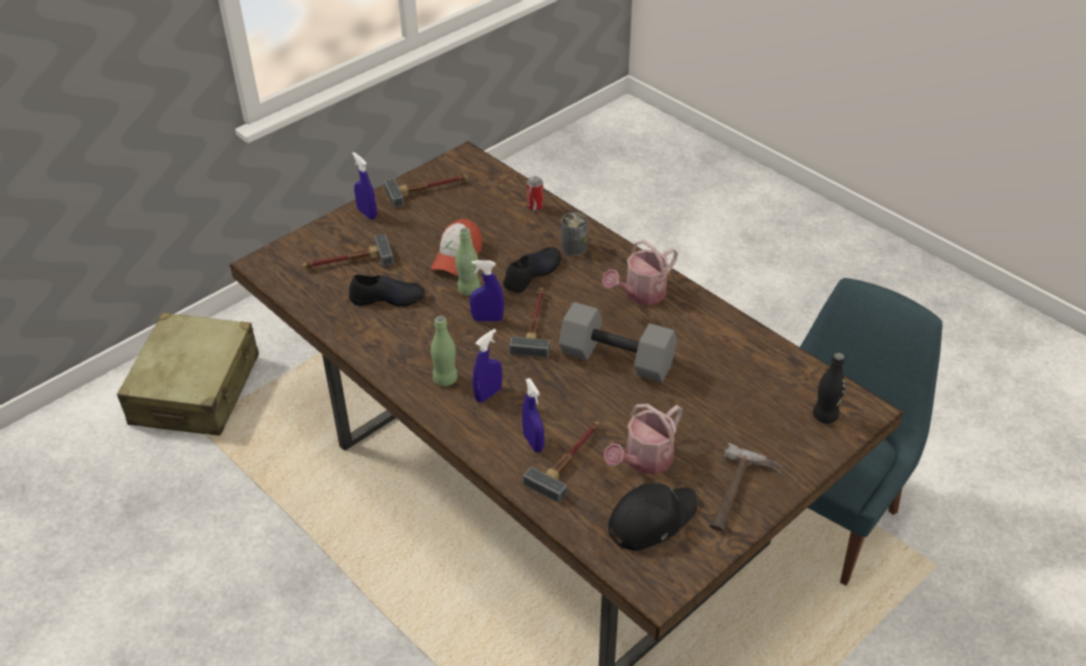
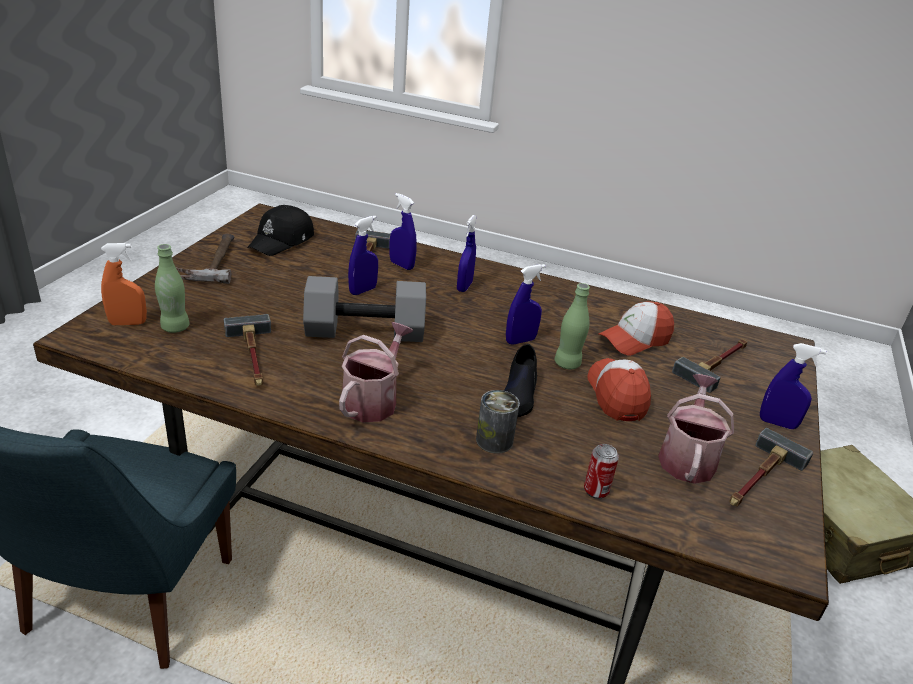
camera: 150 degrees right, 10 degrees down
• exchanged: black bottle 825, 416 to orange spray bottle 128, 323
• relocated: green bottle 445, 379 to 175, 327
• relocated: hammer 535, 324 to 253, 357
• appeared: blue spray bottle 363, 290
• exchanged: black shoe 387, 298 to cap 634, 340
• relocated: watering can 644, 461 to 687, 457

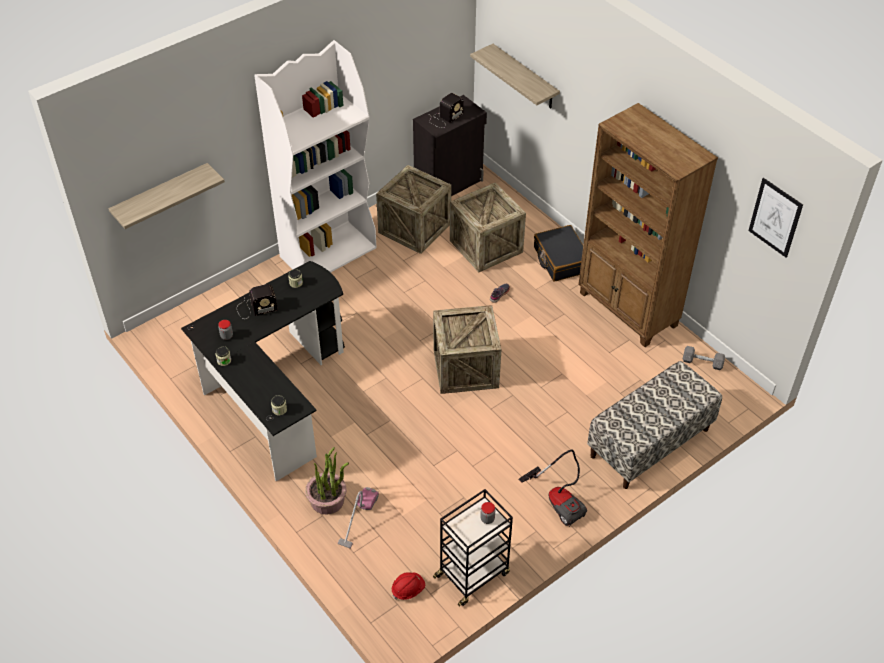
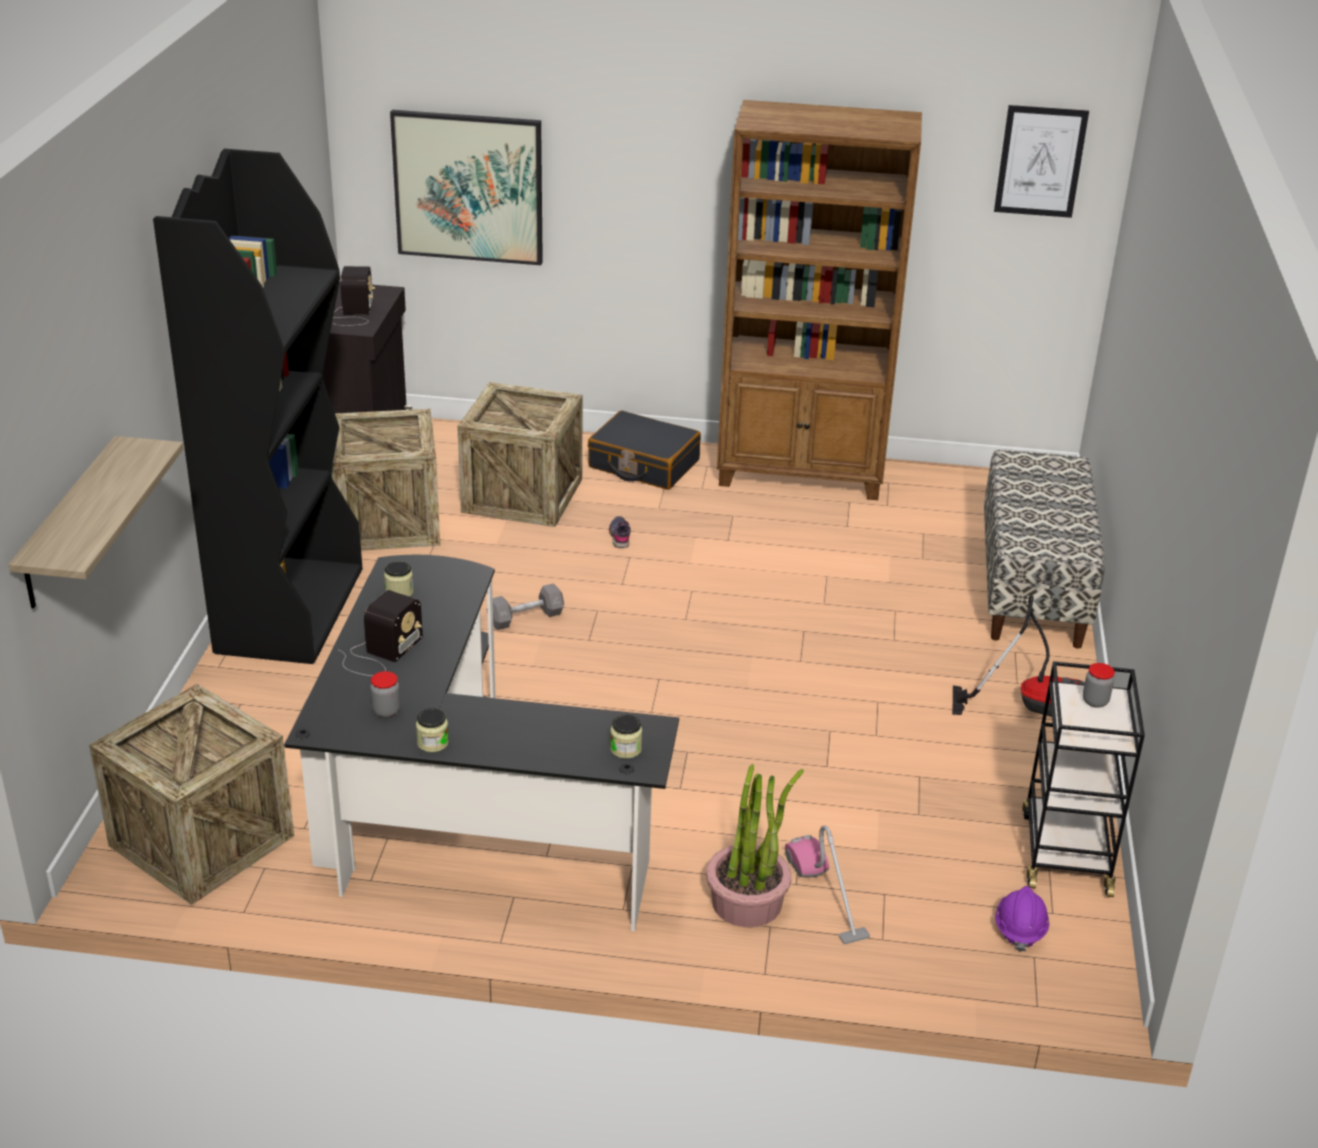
camera: 45 degrees left, 15 degrees down
• relocated: crate 465, 368 to 201, 841
• colour: white bookcase 328, 252 to black bookcase 290, 609
• exchanged: shelf 525, 77 to picture 468, 187
• relocated: grey dumbbell 702, 362 to 525, 618
• colour: red hard hat 408, 589 to purple hard hat 1019, 929

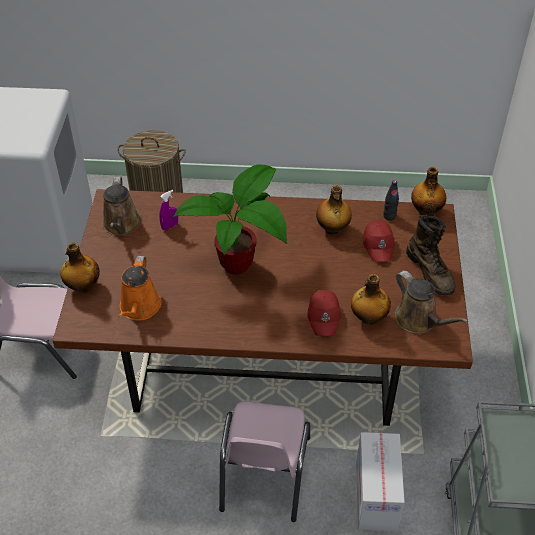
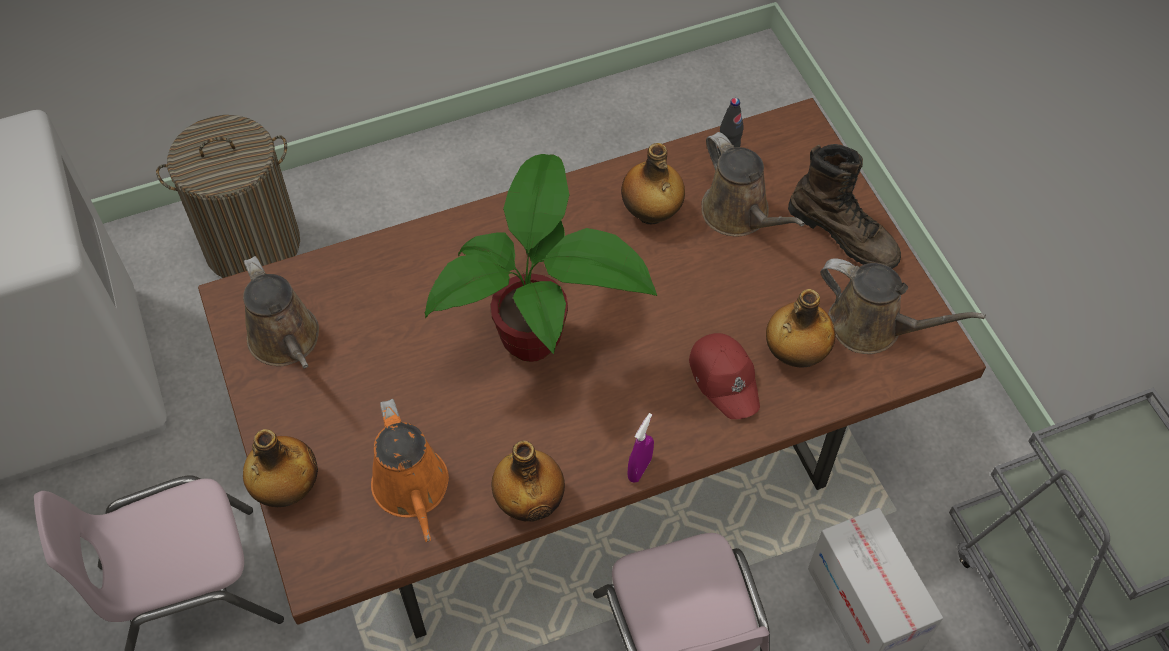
camera: 25 degrees left, 10 degrees up
• relocated: bottle 426, 211 to 530, 502
• relocated: purple spray bottle 170, 226 to 639, 469
• exchanged: red cap 379, 244 to brown watering can 739, 214

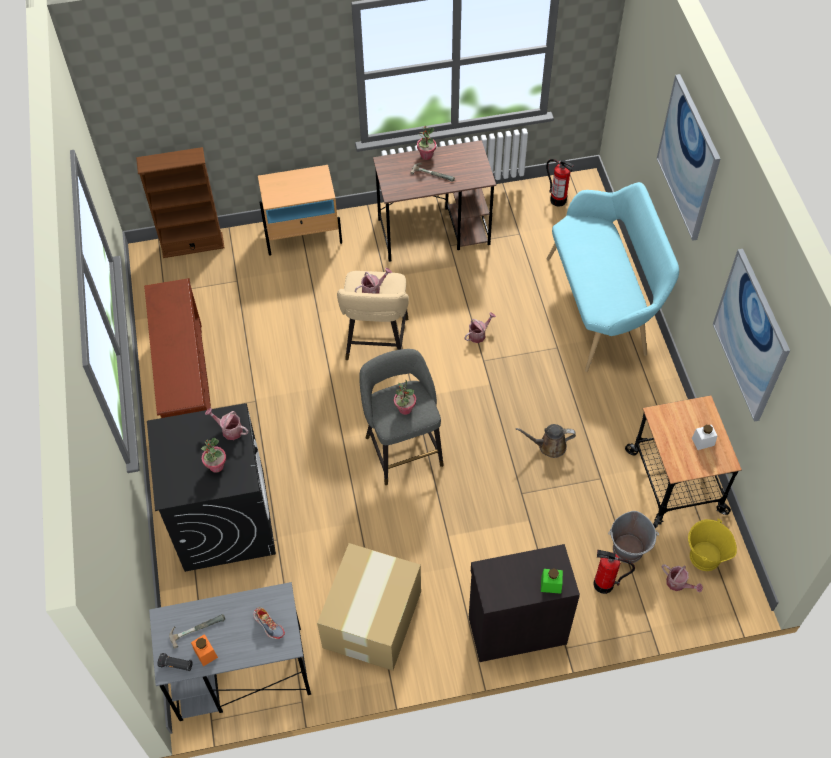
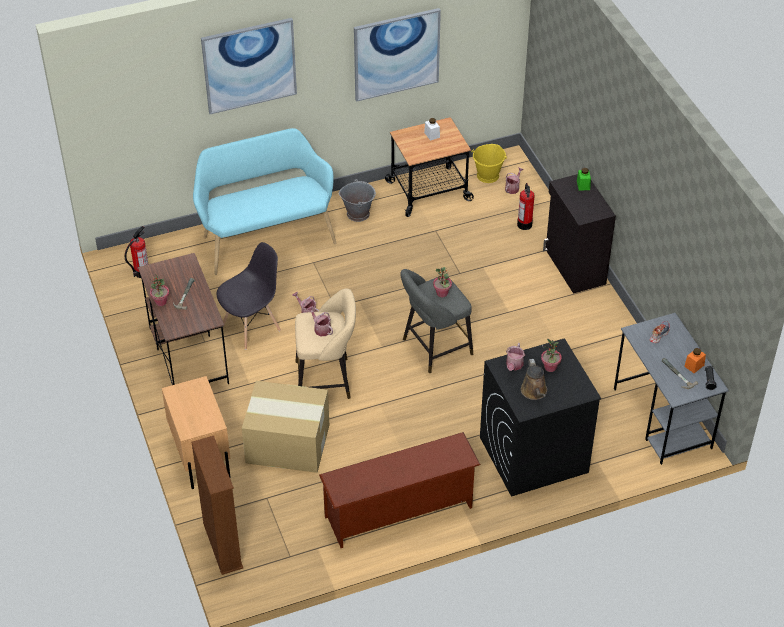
camera: 100 degrees left, 10 degrees down
• appeared: grey chair 251, 327
• relocated: cardboard box 373, 618 to 286, 443
• relocated: grey bucket 628, 549 to 358, 213
• relocated: brown watering can 549, 446 to 534, 392

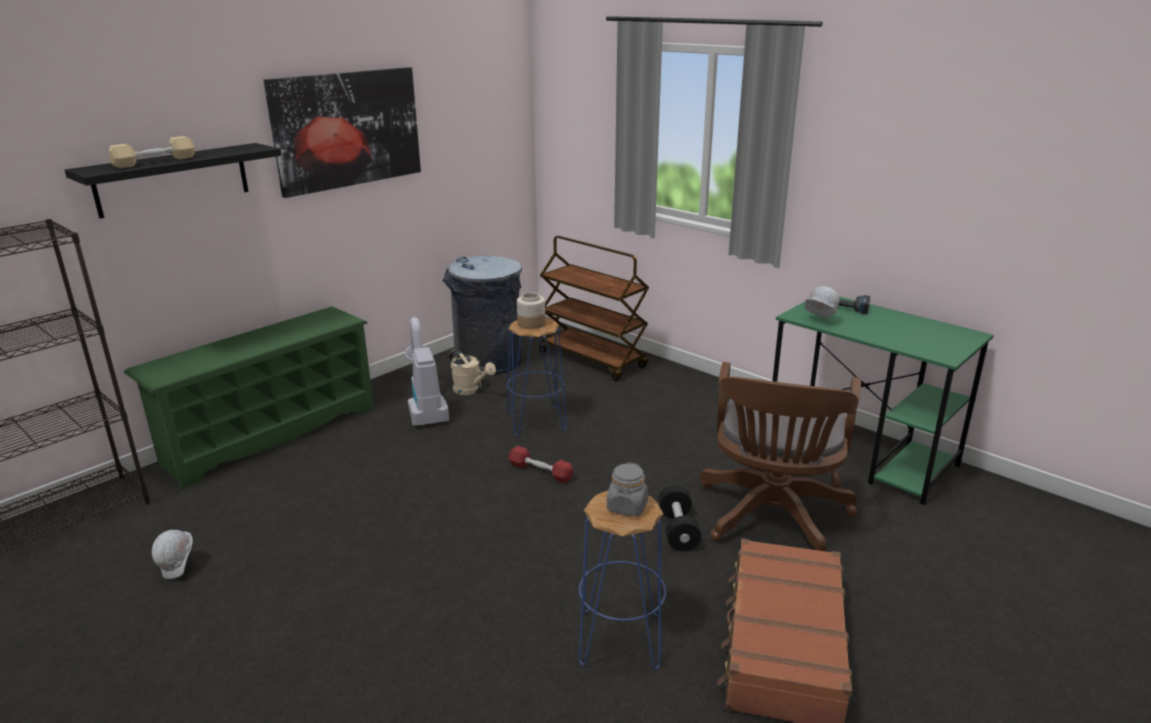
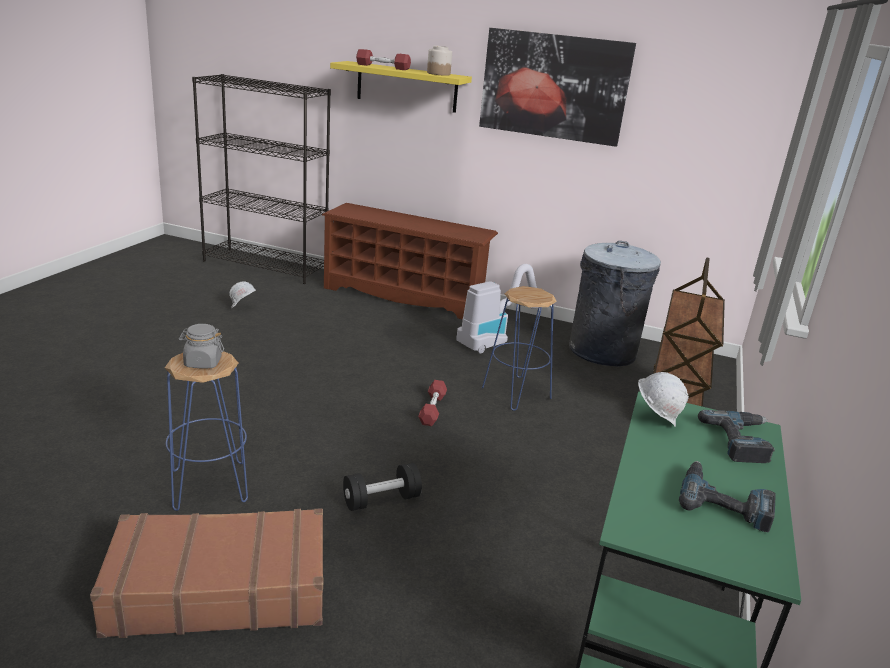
camera: 65 degrees right, 0 degrees up
• colour: green shoe rack 270, 434 to brown shoe rack 405, 296
• colour: black shelf 172, 179 to yellow shelf 406, 87
• colour: beige dumbbell 155, 162 to red dumbbell 382, 67
• relocated: jar 531, 324 to 438, 74
• appeared: power drill 724, 502
• missing: beige watering can 471, 390
• missing: brown office chair 772, 519

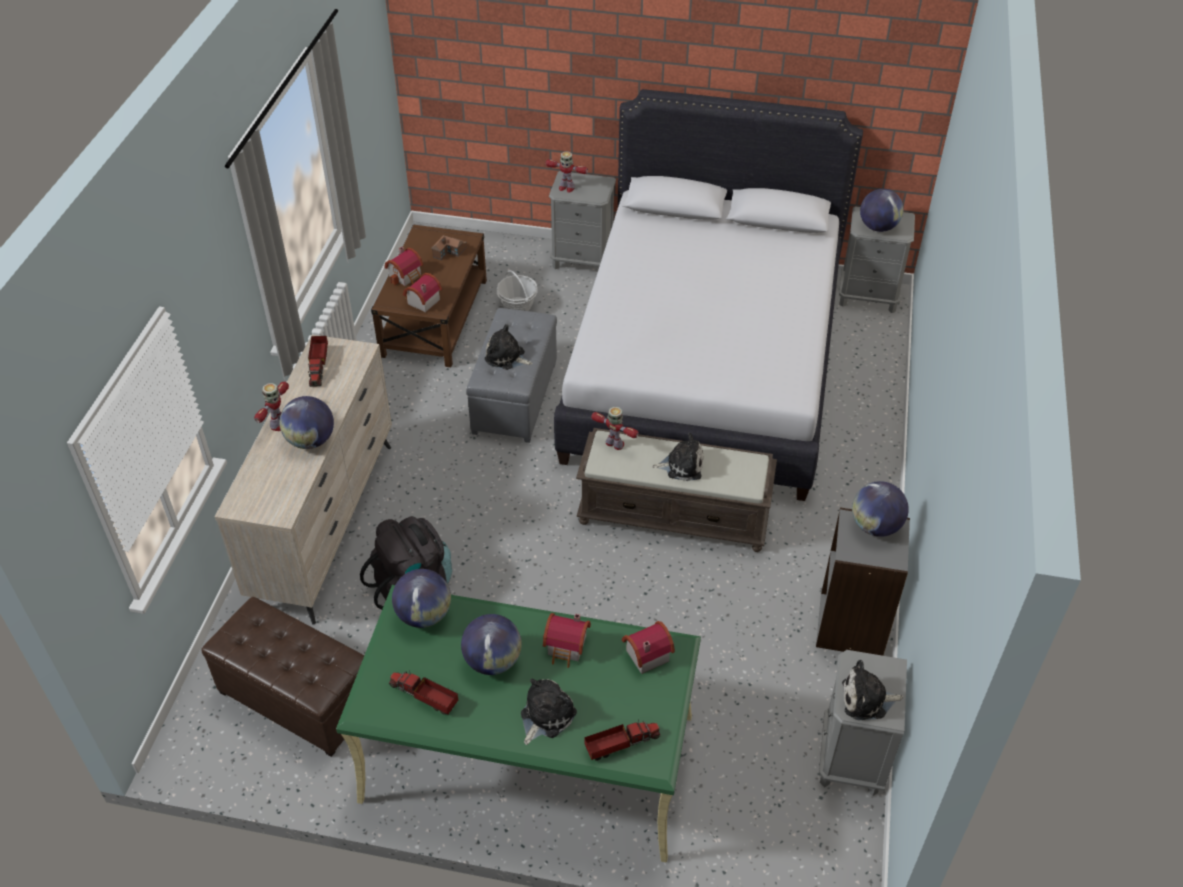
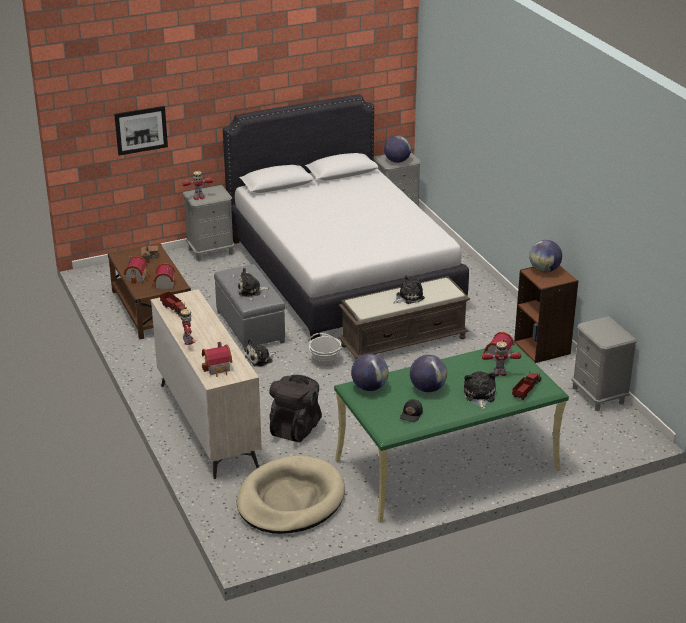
camera: 35 degrees left, 15 degrees down
• appeared: picture 141, 130
• relocated: toy house 567, 648 to 218, 368
• exchanged: brown ottoman 297, 698 to beige dog bed 290, 500
• relocated: plush toy 867, 700 to 260, 359
• relocated: basket 518, 306 to 325, 360
• exchanged: toy truck 425, 696 to black cap 411, 415
• relocated: toy robot 615, 444 to 499, 373
• colour: grey bookcase 852, 625 to brown bookcase 542, 348
• missing: globe 311, 441

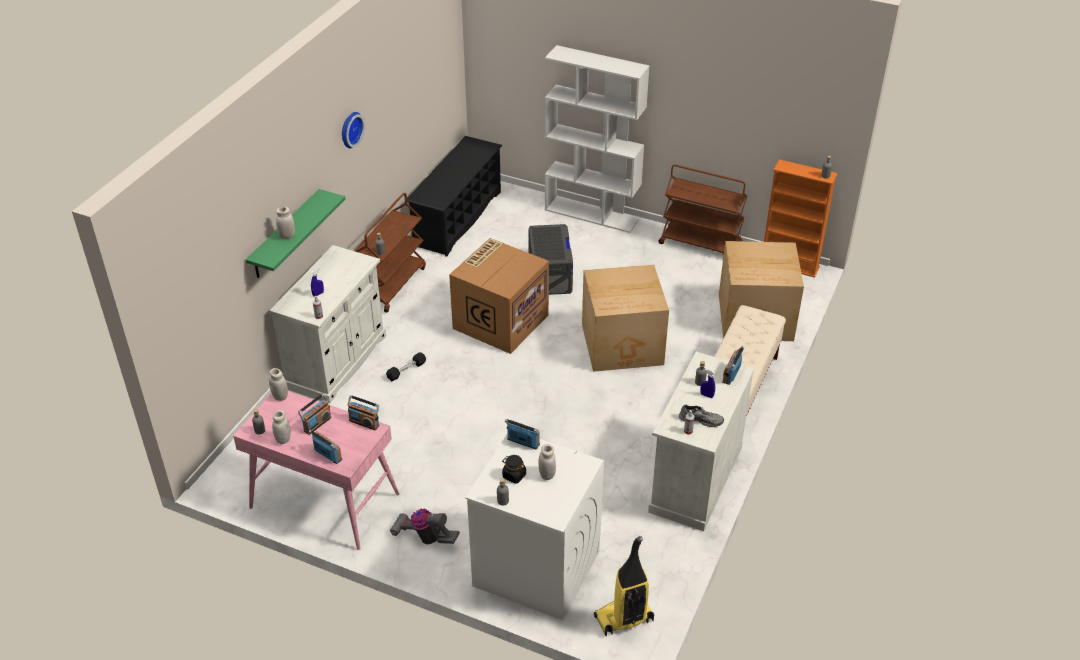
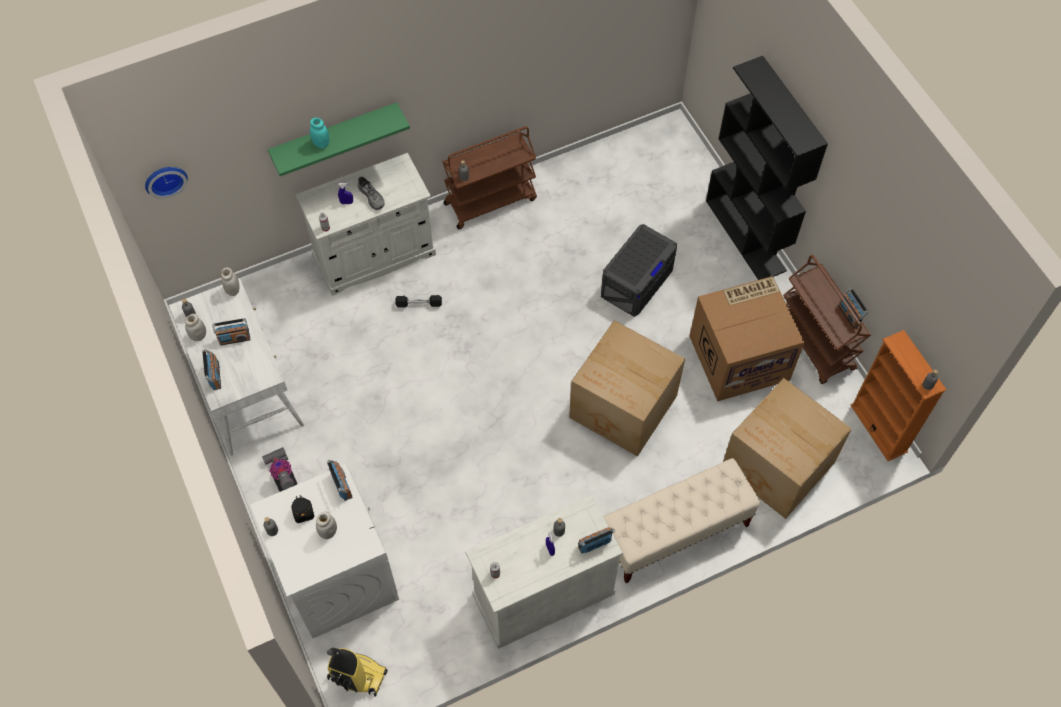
camera: 40 degrees right, 20 degrees up
• relocated: wall clock 350, 129 to 165, 179
• colour: pink desk 323, 501 to white desk 246, 390
• colour: white jar 287, 236 to turquoise jar 321, 143
• relocated: grey shoe 701, 419 to 372, 196
• relocated: cardboard box 500, 320 to 739, 356
• colour: white bookcase 592, 214 to black bookcase 746, 235
• relocated: radio 364, 422 to 849, 315
• missing: black shoe rack 457, 218

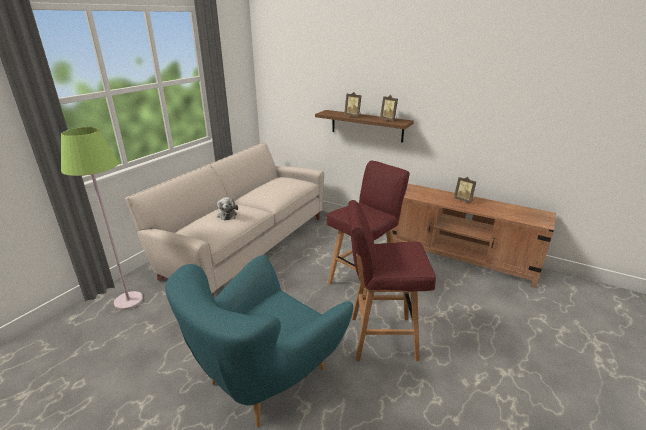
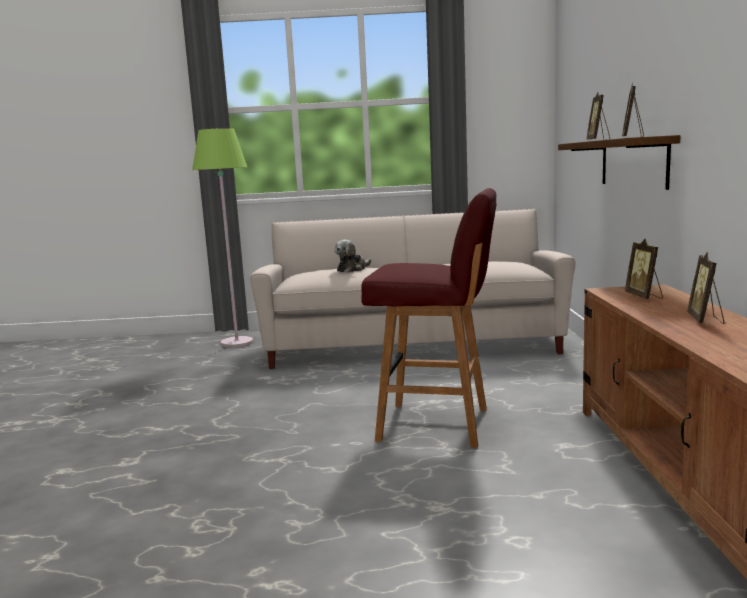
camera: 60 degrees right, 15 degrees down
• appeared: picture frame 644, 297
• missing: turquoise armchair 266, 377
• missing: red stool 381, 337

